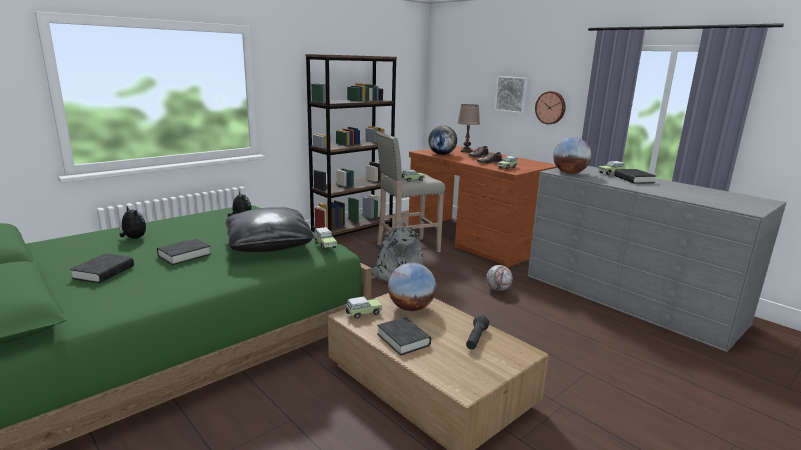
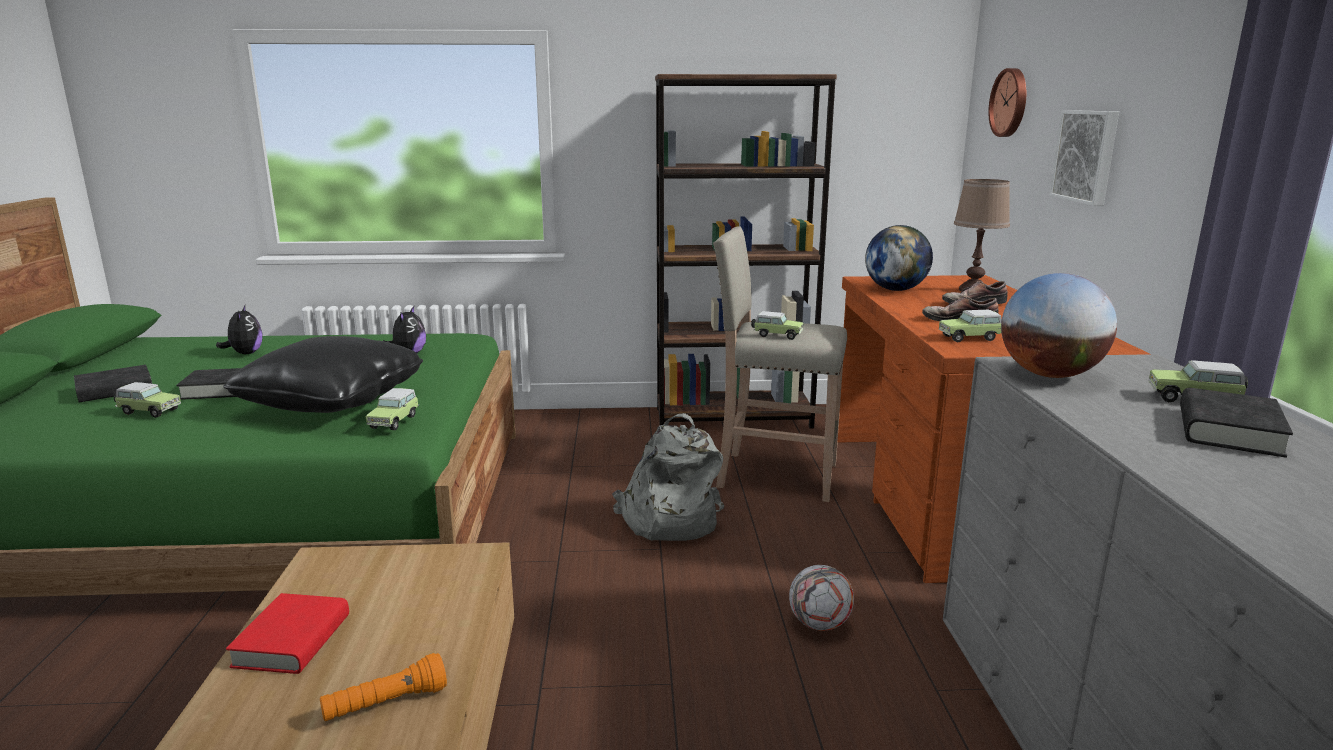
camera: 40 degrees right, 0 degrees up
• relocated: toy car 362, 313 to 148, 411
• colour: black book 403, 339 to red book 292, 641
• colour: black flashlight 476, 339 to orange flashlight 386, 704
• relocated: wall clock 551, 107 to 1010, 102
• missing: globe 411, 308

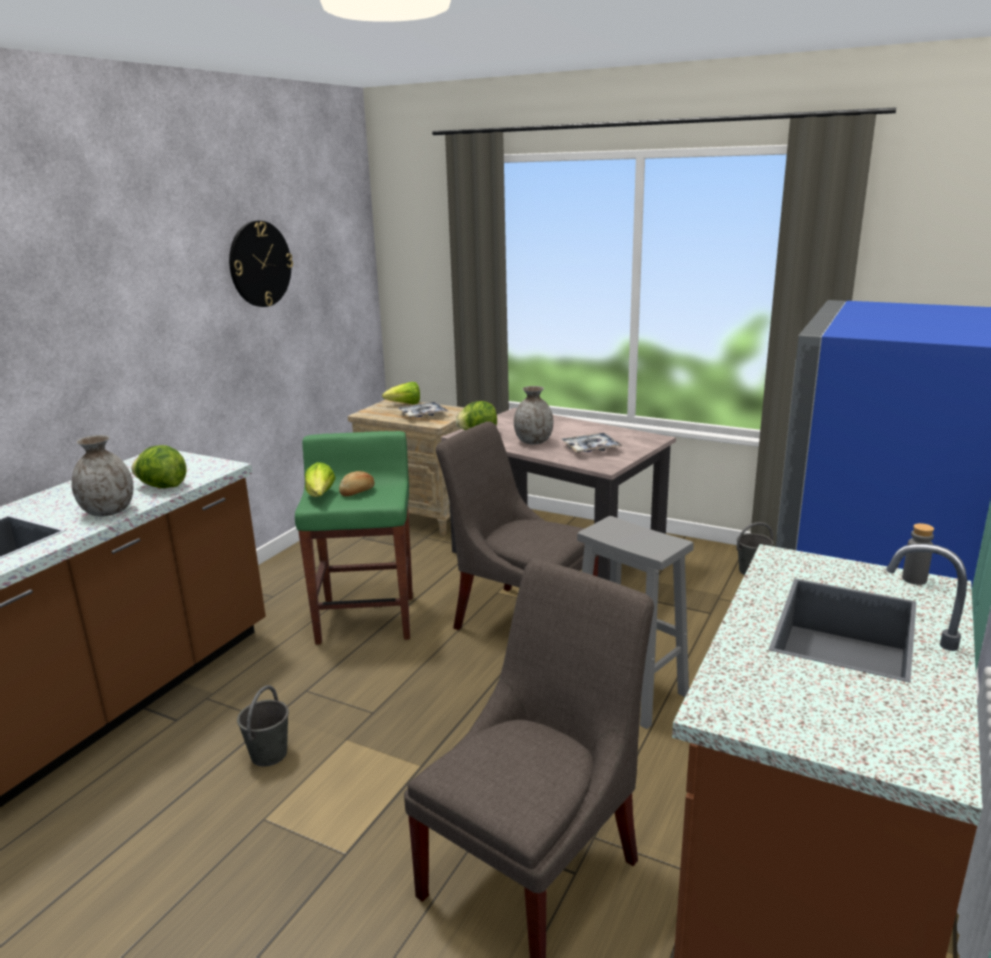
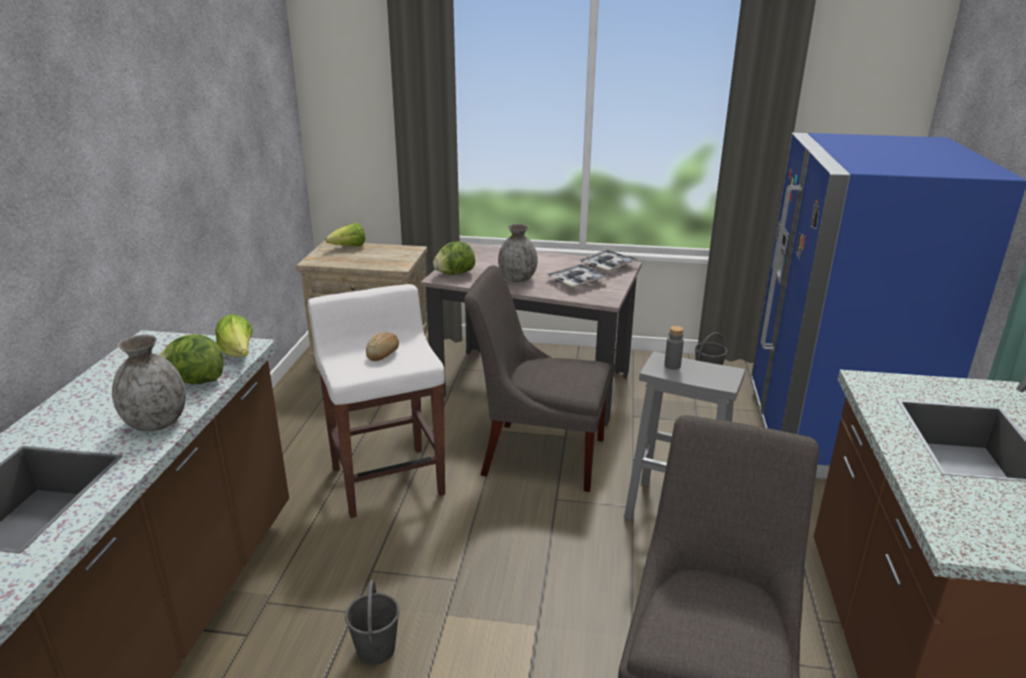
camera: 20 degrees left, 5 degrees up
• relocated: lettuce 320, 496 to 238, 355
• colour: green stool 367, 618 to white stool 387, 480
• relocated: tray 422, 415 to 607, 266
• relocated: grey bottle 914, 579 to 672, 366
• missing: wall clock 260, 264

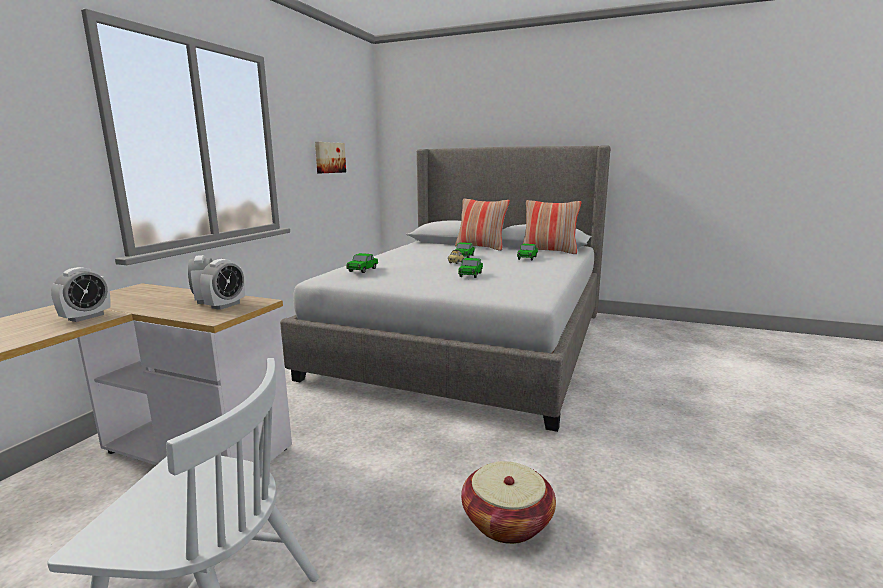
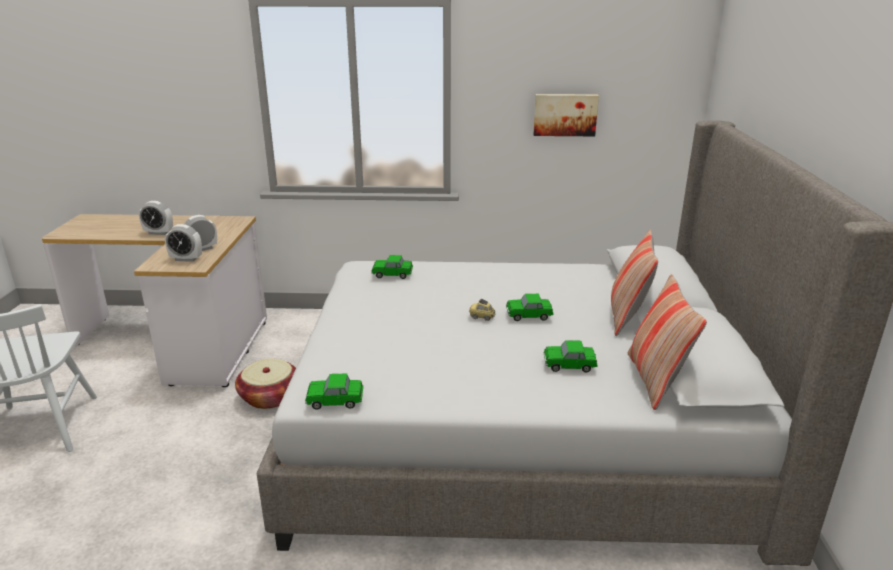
camera: 70 degrees right, 10 degrees up
• relocated: basket 507, 521 to 270, 397
• relocated: toy car 470, 275 to 335, 401

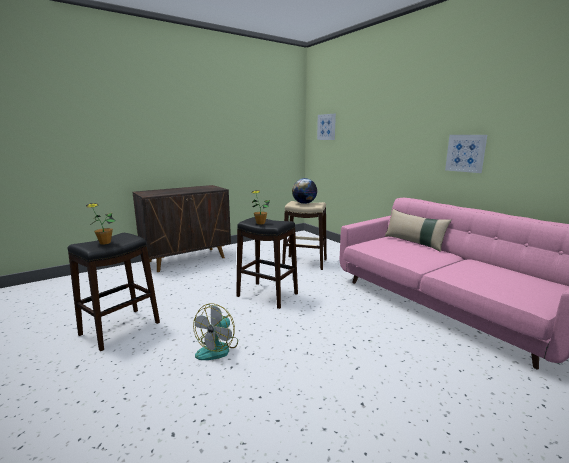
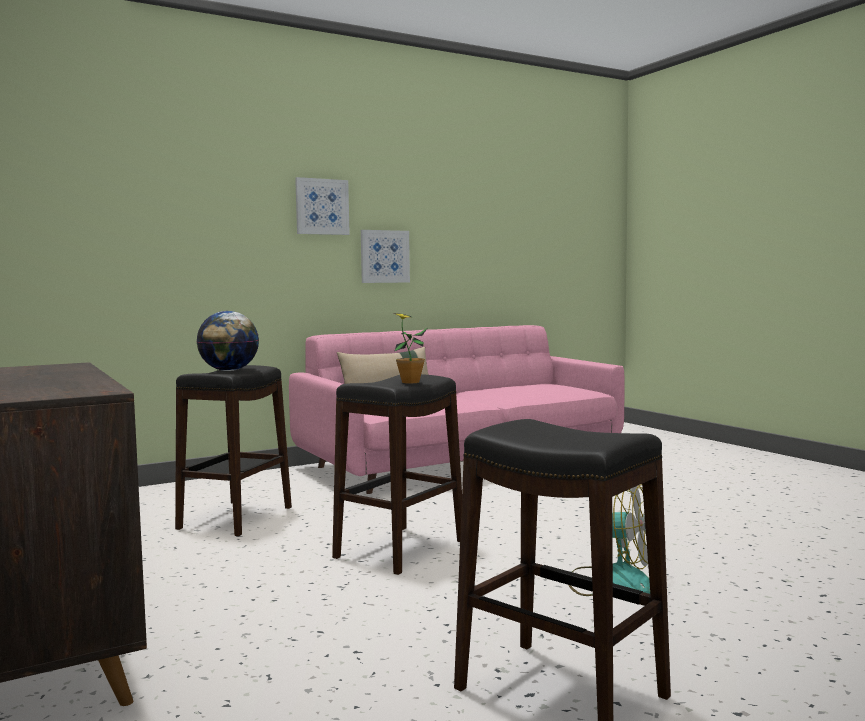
camera: 85 degrees left, 10 degrees down
• colour: beige stool 305, 263 to black stool 236, 517
• relocated: picture 326, 127 to 322, 206
• missing: potted plant 105, 243

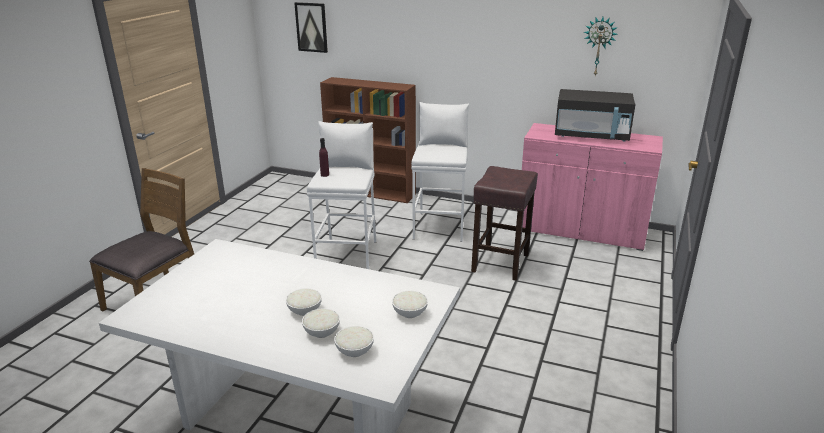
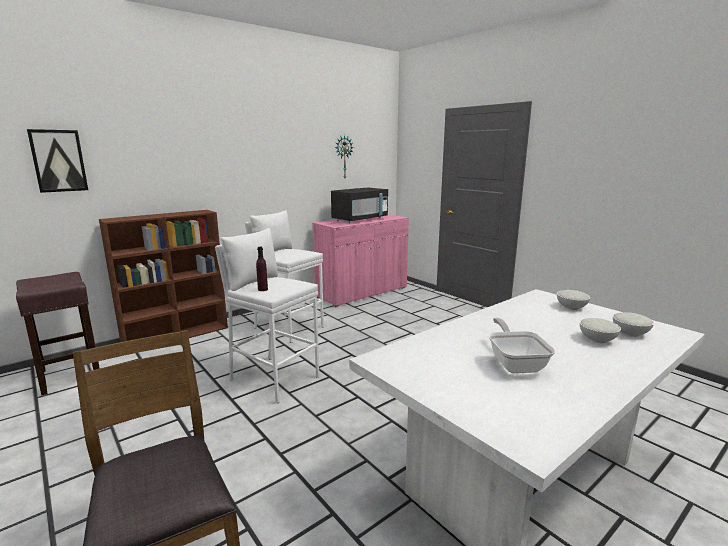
camera: 60 degrees left, 10 degrees down
• relocated: brown stool 500, 262 to 69, 374
• appeared: frying pan 515, 363
• missing: white bowl 304, 310

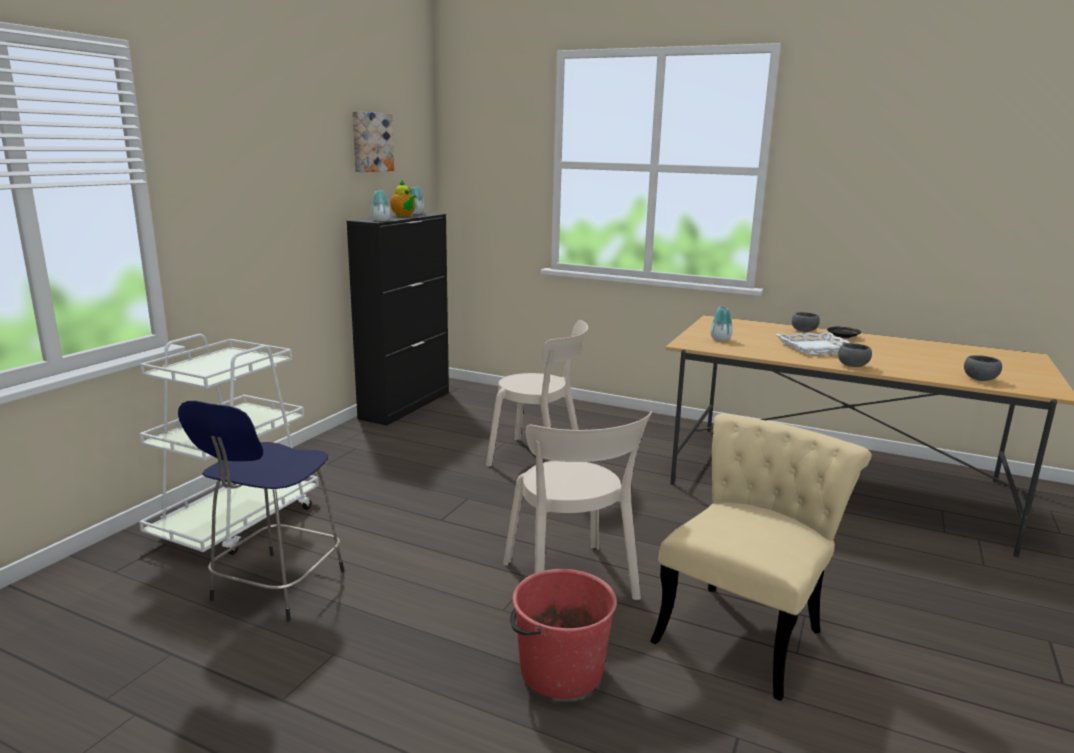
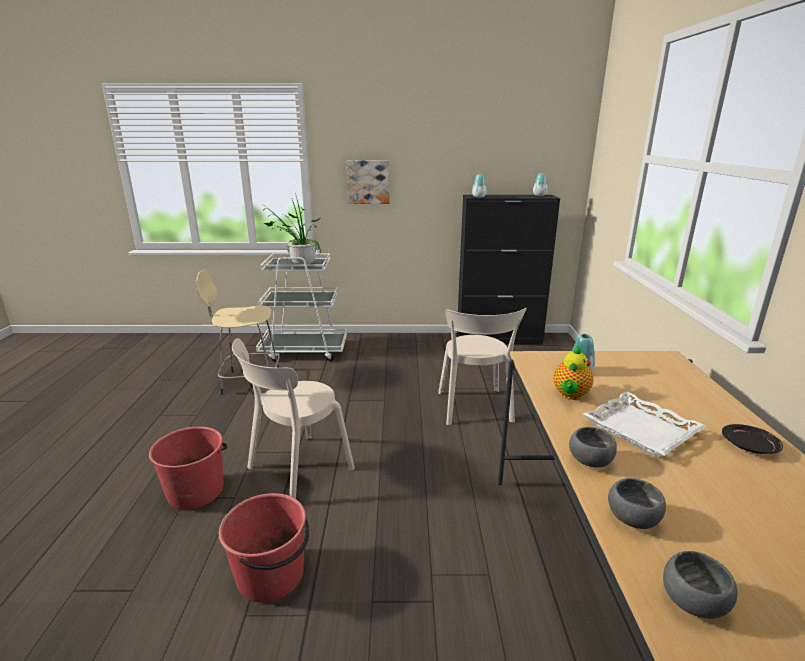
camera: 65 degrees right, 5 degrees up
• colour: blue stool 276, 588 to beige stool 248, 381
• exchanged: beige chair 746, 628 to red bucket 272, 575
• appeared: potted plant 298, 264
• relocated: picture 371, 142 to 368, 182
• relocated: teapot 404, 216 to 570, 395
• relocated: grey bowl 804, 331 to 633, 520

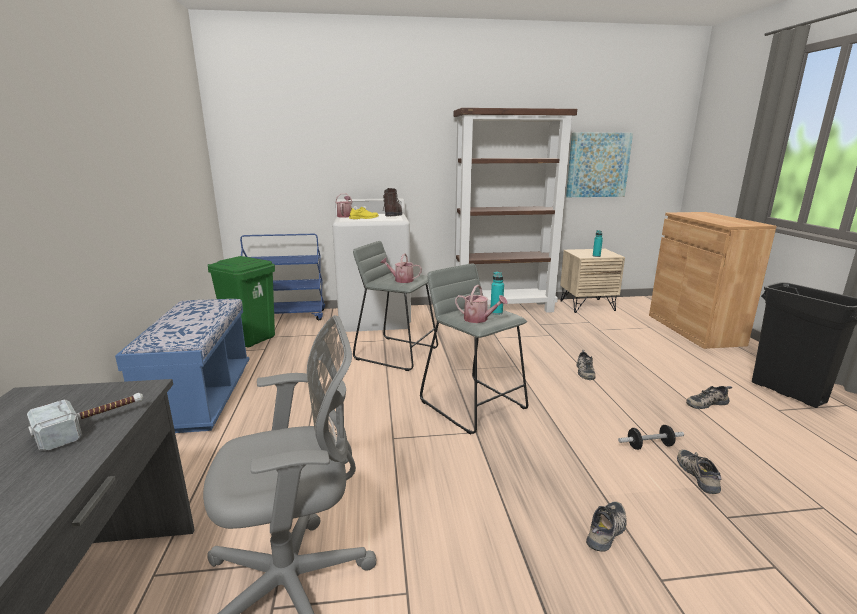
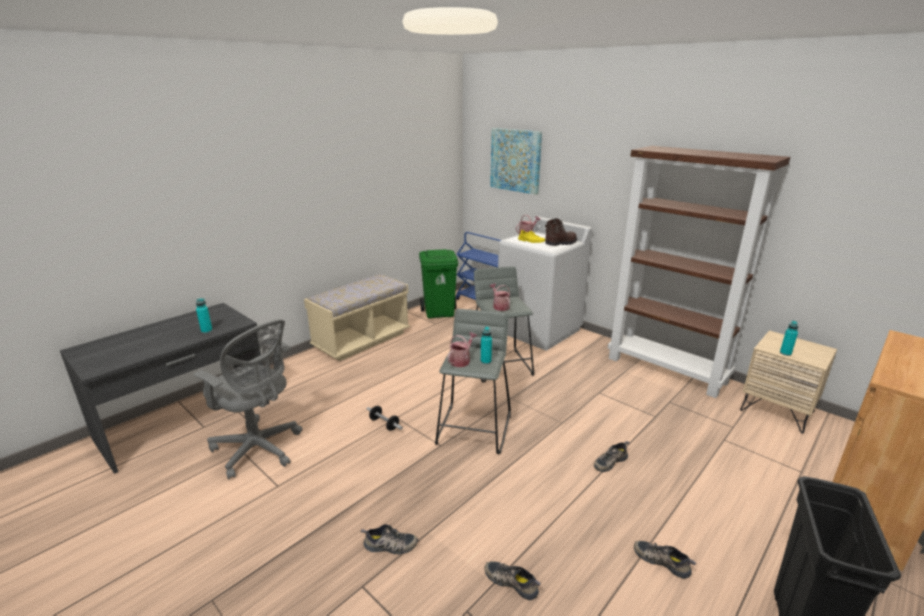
camera: 50 degrees right, 5 degrees up
• exchanged: hammer 93, 425 to turquoise bottle 206, 331
• colour: blue bench 200, 398 to beige bench 362, 340
• relocated: dumbbell 649, 446 to 384, 424
• spun: watering can 479, 319 = 461, 360 135 degrees counterclockwise
• spun: shoe 699, 475 = 512, 581 105 degrees counterclockwise
• relocated: picture 598, 165 to 515, 160

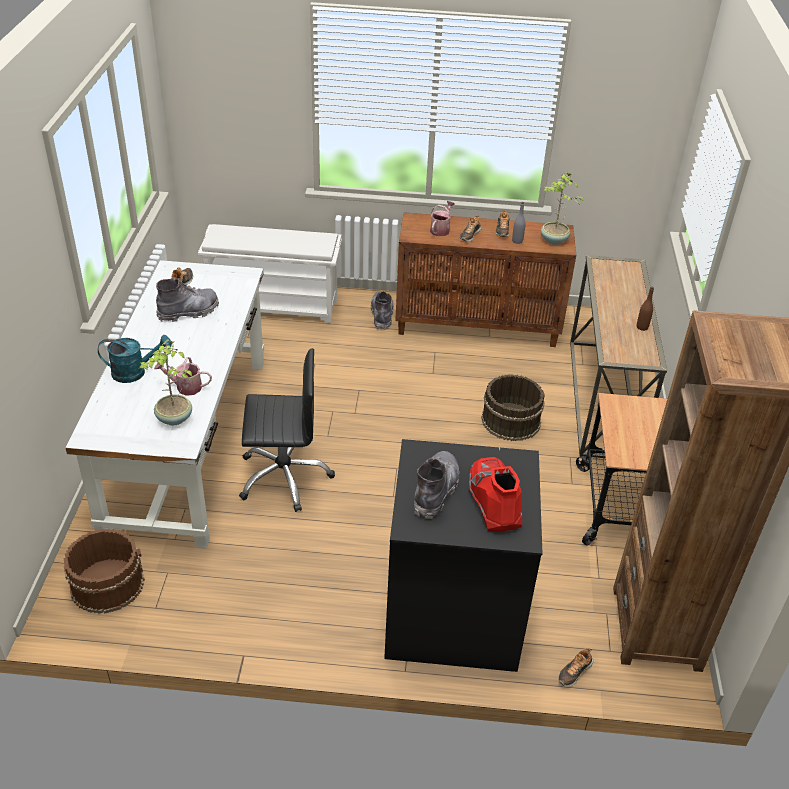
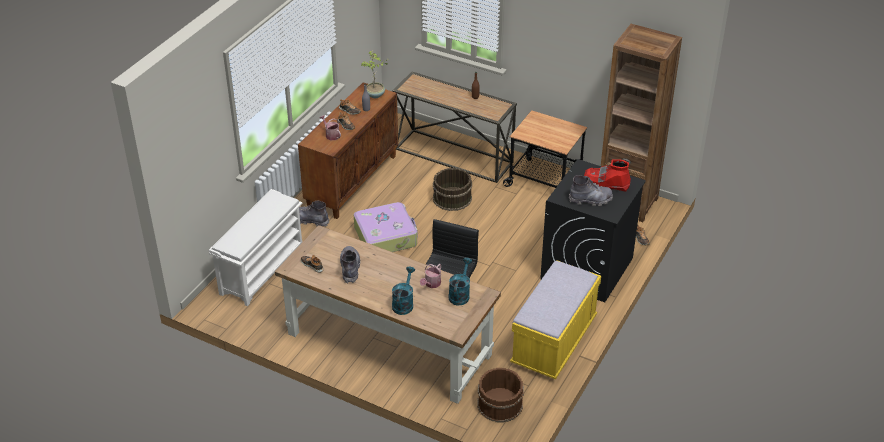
camera: 65 degrees left, 0 degrees up
• colour: white desk 188, 440 to brown desk 388, 344
• appeared: suitcase 386, 236
• exchanged: potted plant 174, 419 to turquoise watering can 460, 294
• appeared: yellow bench 554, 342
• spun: grey boot 435, 491 = 590, 200 135 degrees clockwise

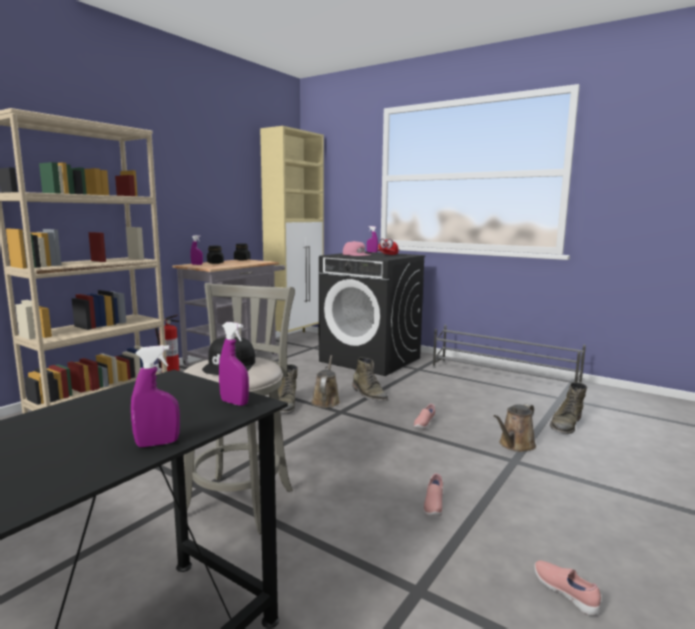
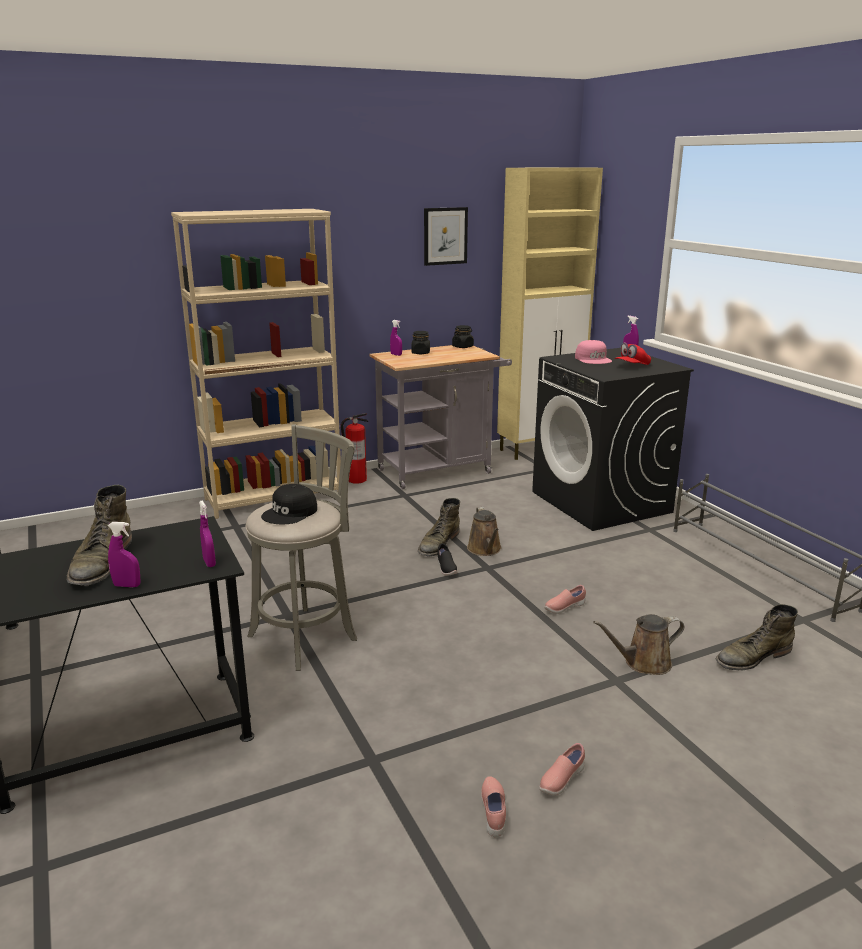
camera: 30 degrees right, 10 degrees up
• relocated: green boot 369, 394 to 101, 563
• appeared: picture 445, 236
• appeared: black shoe 446, 568
• spun: brown watering can 326, 401 = 485, 550 135 degrees clockwise
• relocated: pink shoe 433, 506 to 561, 780

